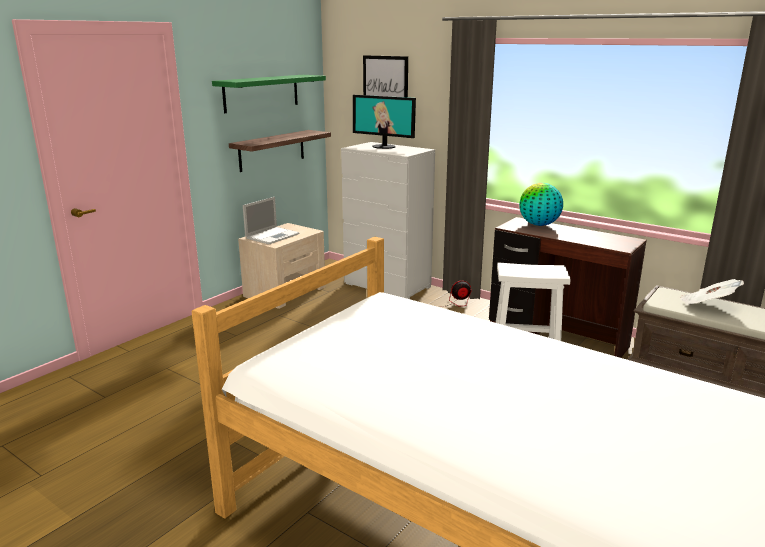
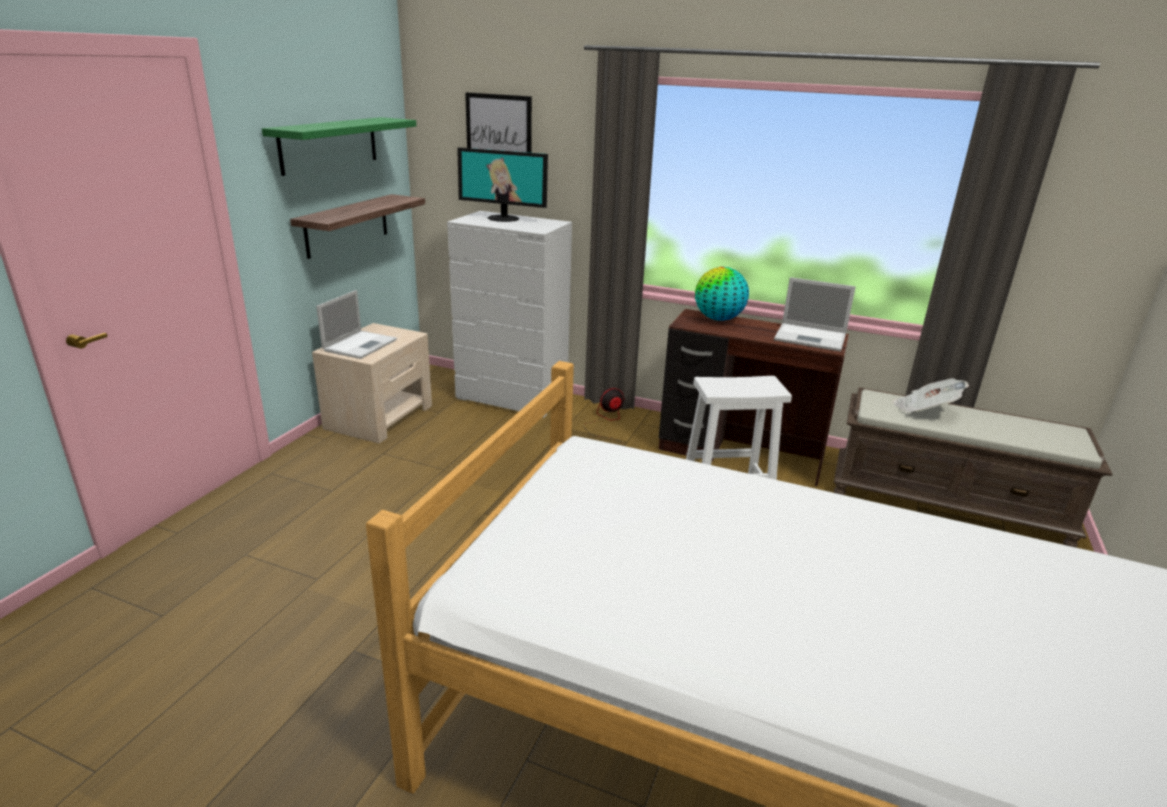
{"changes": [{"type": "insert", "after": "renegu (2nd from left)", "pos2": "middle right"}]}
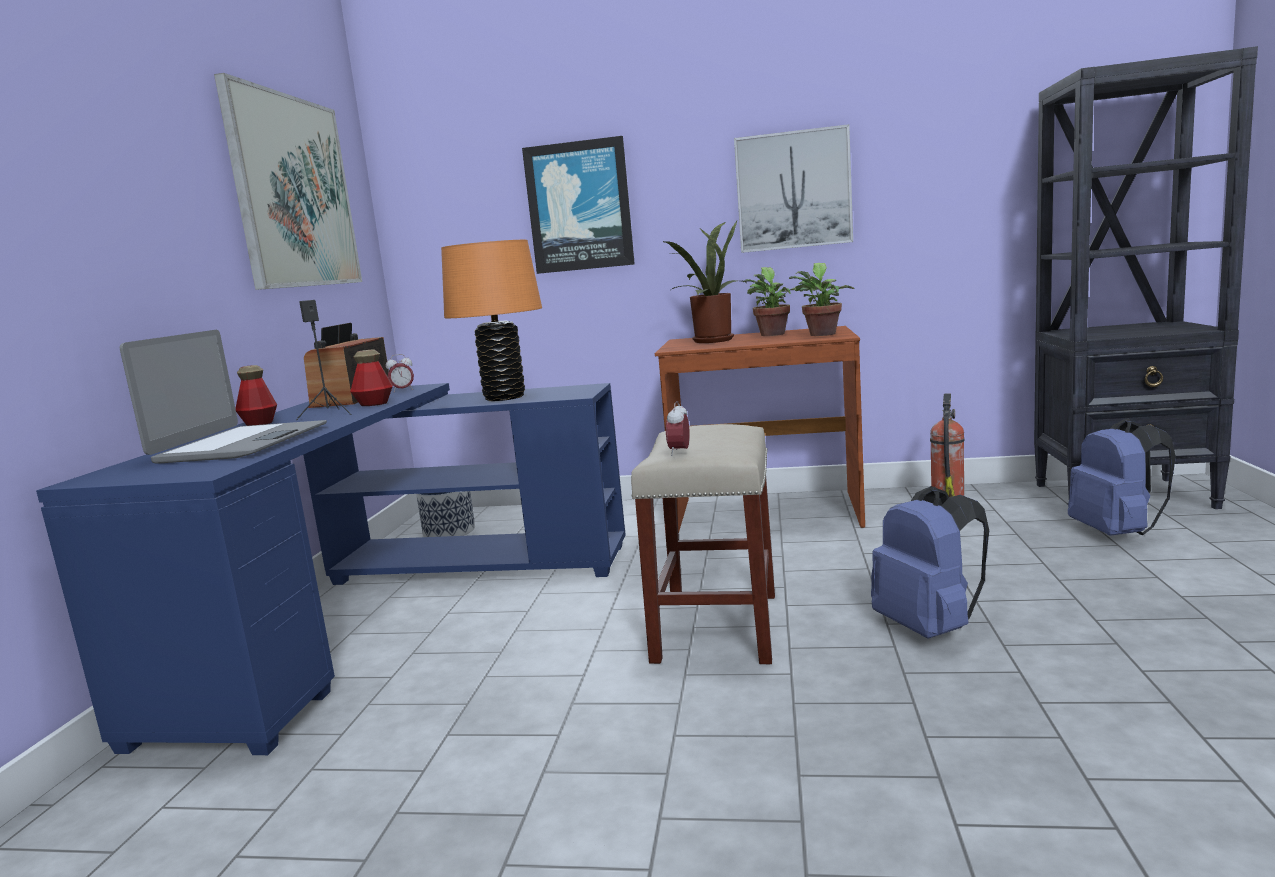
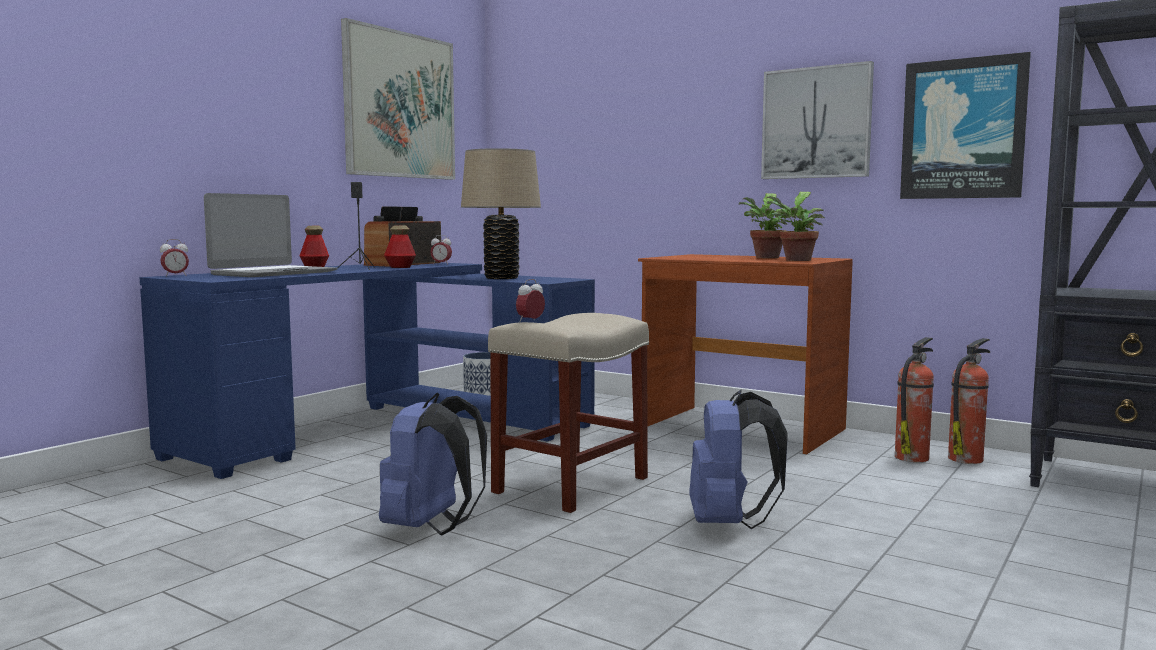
{"changes": [{"type": "delete", "before": "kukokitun (1st from left)", "pos1": "top centre"}, {"type": "insert", "after": "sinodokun (1st from left)", "pos2": "middle left"}, {"type": "insert", "after": "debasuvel (2nd from left)", "pos2": "middle right"}, {"type": "move", "before": "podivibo (2nd from left in the first image)", "after": "podivibo (3rd from left)", "pos1": "top centre", "pos2": "top right"}, {"type": "move", "before": "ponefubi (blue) (2nd from left in the first image)", "after": "ponefubi (blue) (1st from left)", "pos1": "middle right", "pos2": "bottom centre"}, {"type": "recolor", "before": "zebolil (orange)", "after": "zebolil (beige)", "pos1": "centre", "pos2": "top centre"}]}
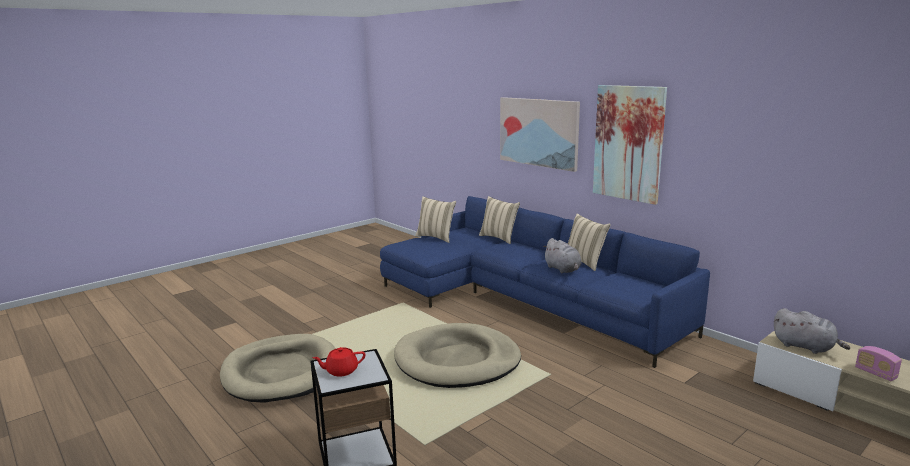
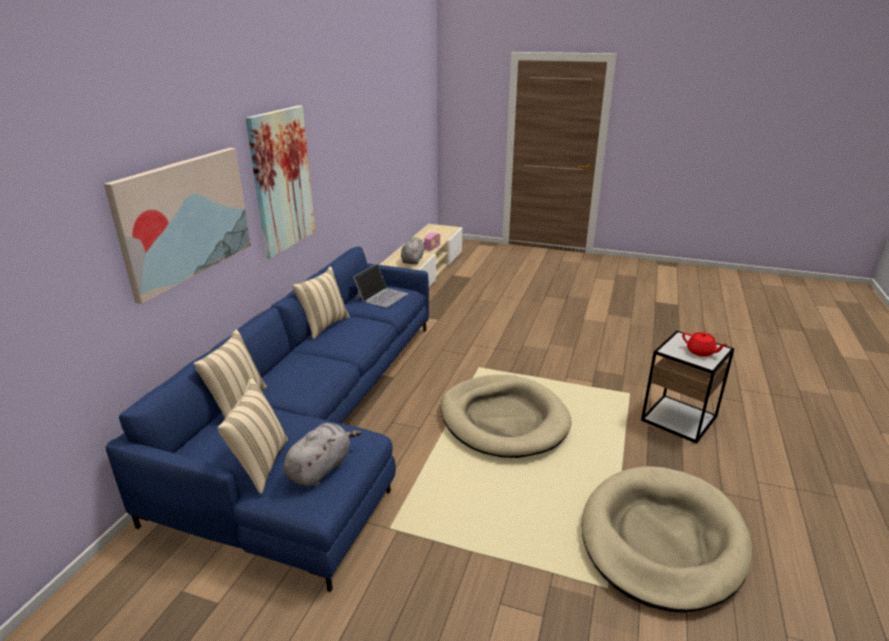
{"changes": [{"type": "insert", "after": "renegu", "pos2": "centre"}, {"type": "move", "before": "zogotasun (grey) (1st from left)", "pos1": "centre", "pos2": "bottom centre"}]}
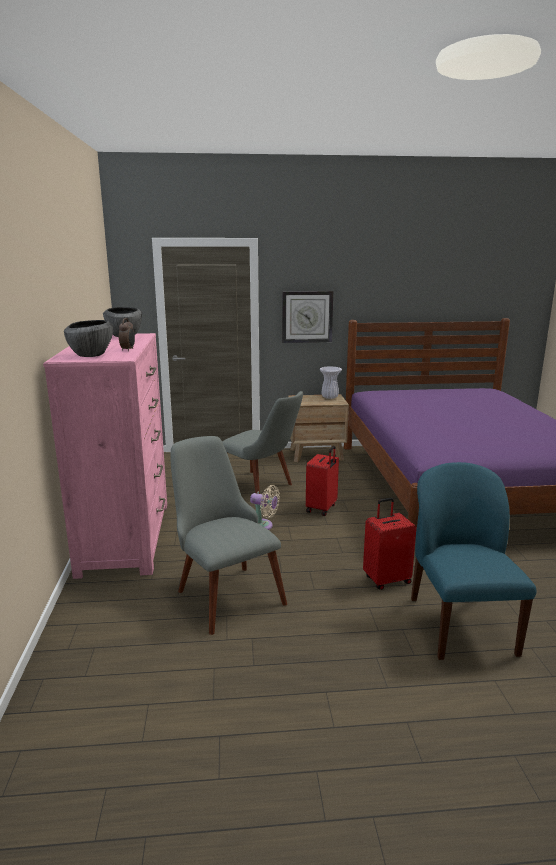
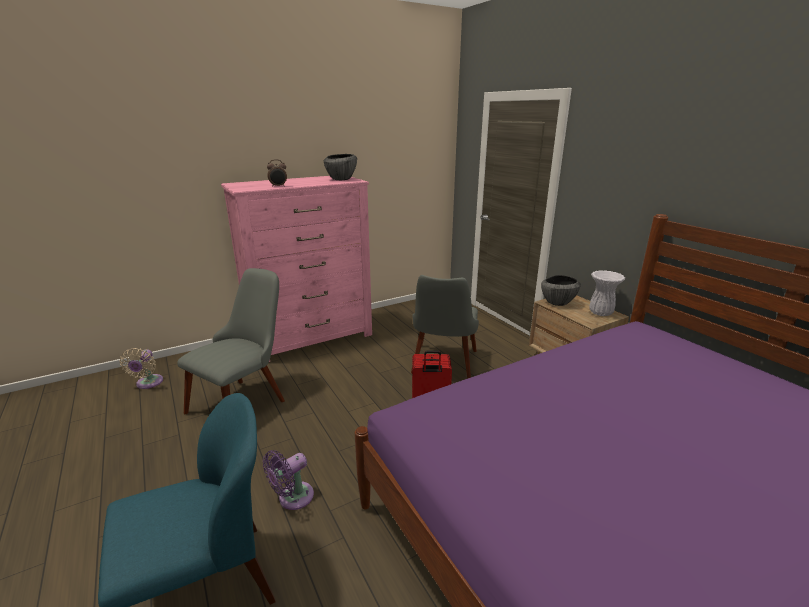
{"changes": [{"type": "delete", "before": "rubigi", "pos1": "centre"}, {"type": "move", "before": "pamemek (1st from left in the first image)", "after": "pamemek (2nd from left)", "pos1": "middle left", "pos2": "middle right"}, {"type": "move", "before": "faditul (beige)", "pos1": "centre", "pos2": "middle left"}, {"type": "replace", "before": "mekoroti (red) (2nd from left)", "after": "faditul (purple)", "pos1": "middle right", "pos2": "bottom centre"}]}
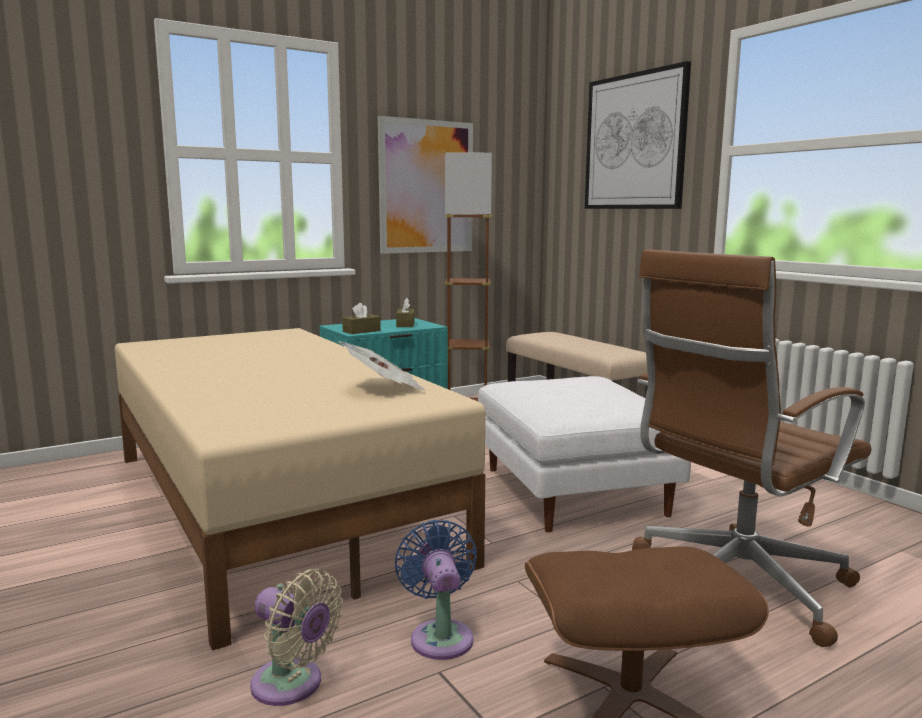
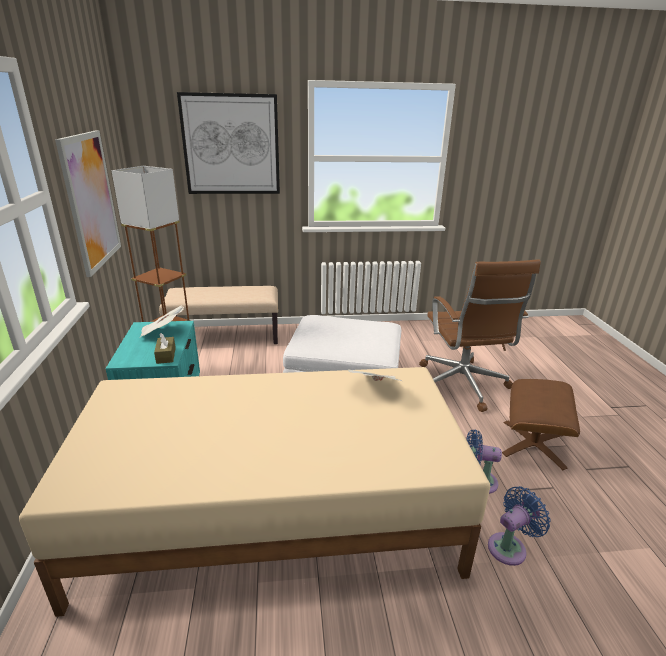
{"changes": [{"type": "replace", "before": "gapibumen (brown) (2nd from left)", "after": "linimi (1st from left)", "pos1": "centre", "pos2": "middle left"}, {"type": "recolor", "before": "faditul (beige)", "after": "faditul (blue) (2nd from left)", "pos1": "bottom left", "pos2": "bottom right"}]}
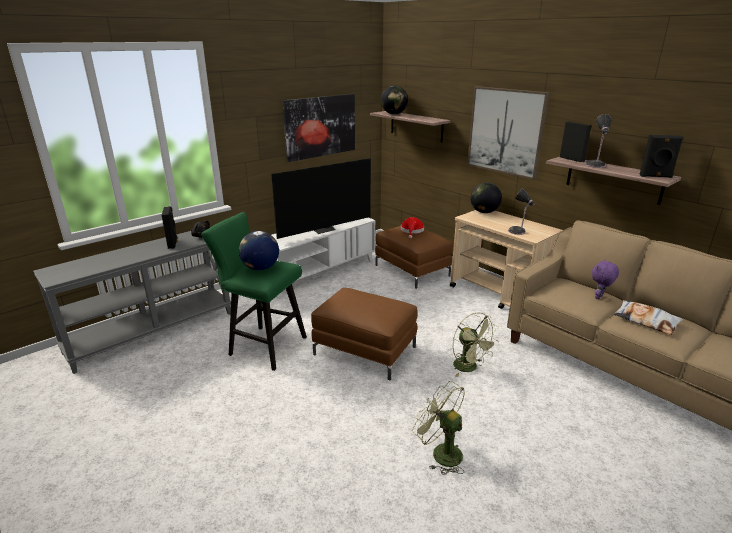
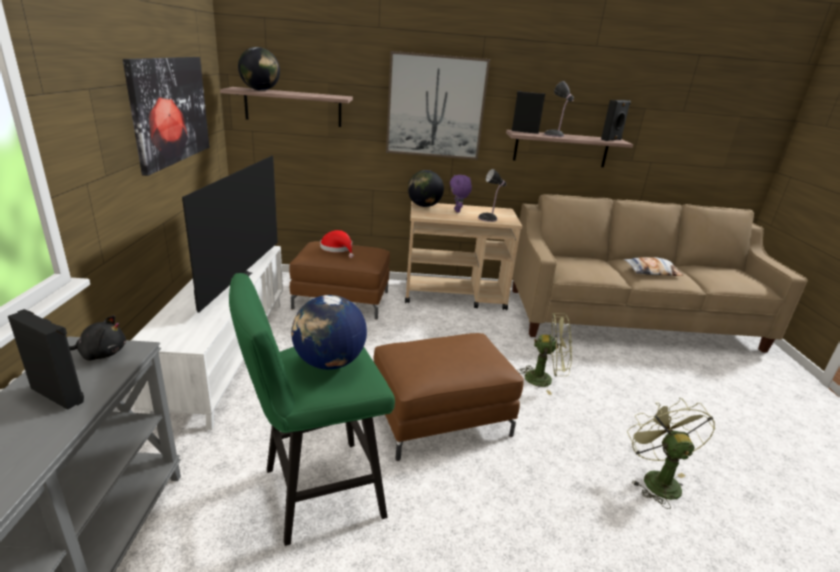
{"changes": [{"type": "move", "before": "zogotasun (purple)", "pos1": "middle right", "pos2": "centre"}, {"type": "rotate", "before": "faditul (green) (1st from left in the first image)", "pos1": "bottom centre", "pos2": "bottom right", "turn": 90}]}
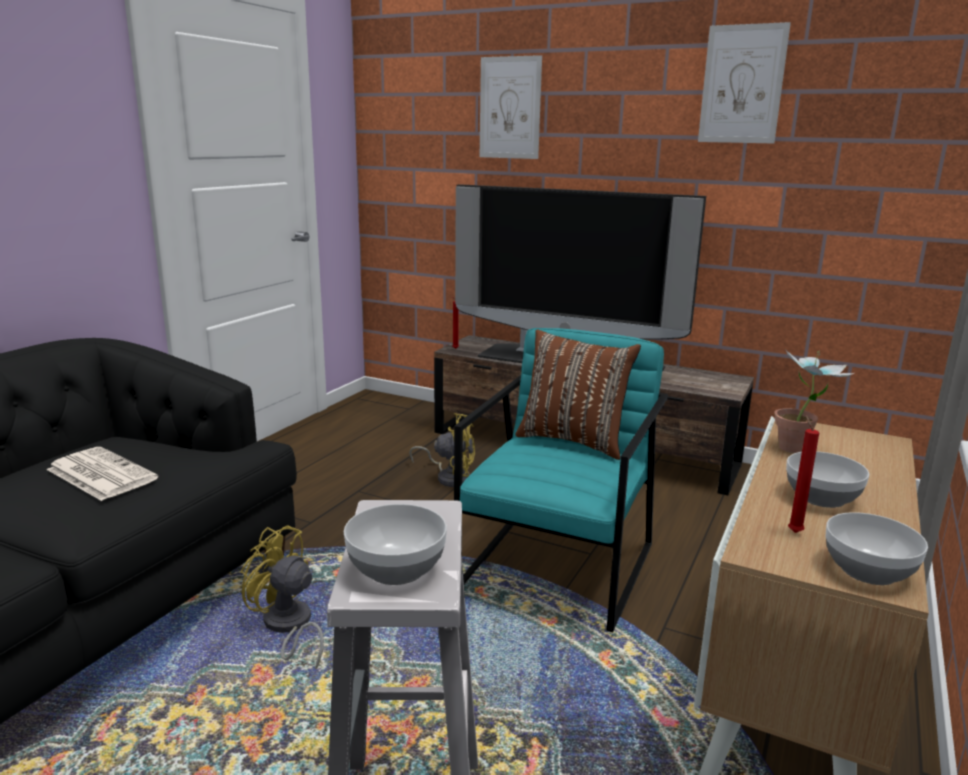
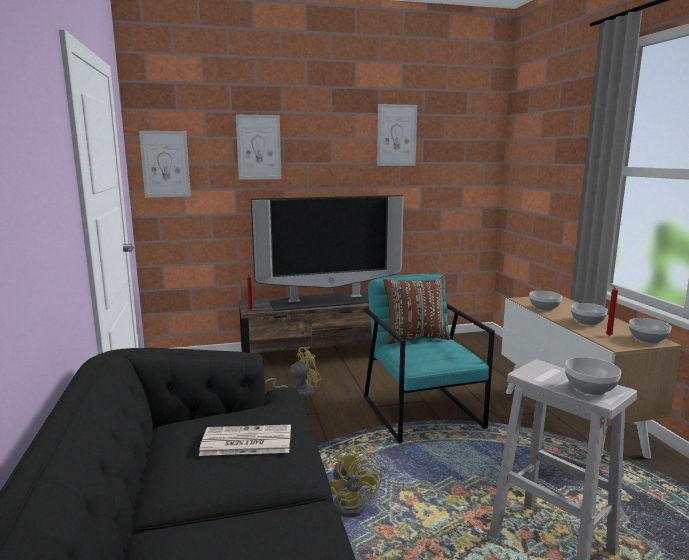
{"changes": [{"type": "insert", "after": "podivibo (1st from left)", "pos2": "top left"}, {"type": "replace", "before": "kukokitun", "after": "pamemek (1st from left)", "pos1": "middle right", "pos2": "middle right"}, {"type": "rotate", "before": "faditul (yellow) (1st from left in the first image)", "pos1": "bottom left", "pos2": "bottom centre", "turn": -90}]}
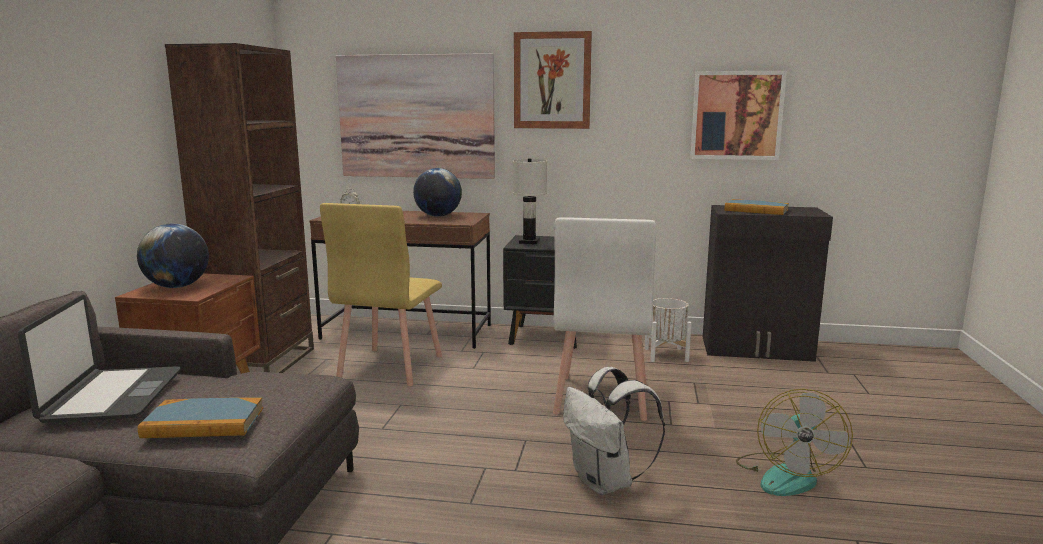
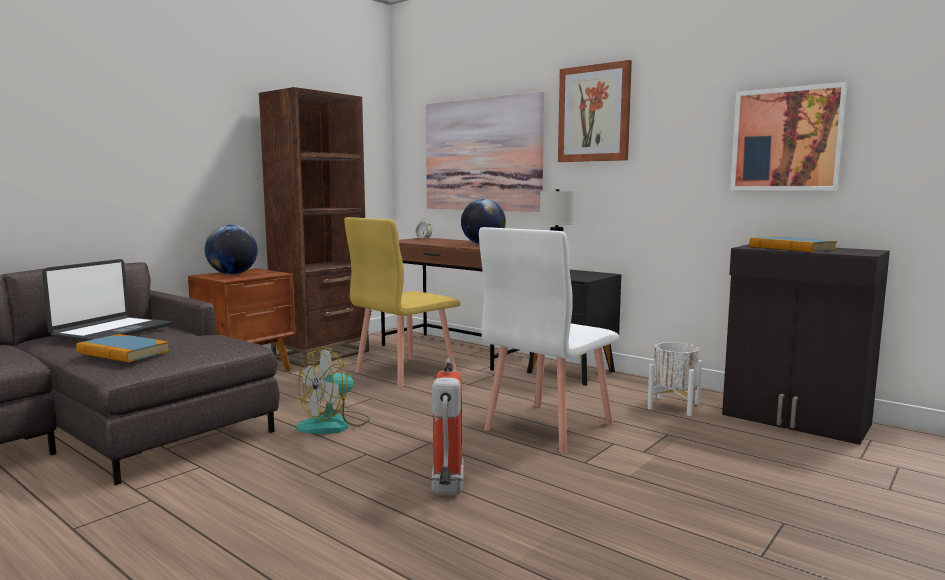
{"changes": [{"type": "move", "before": "faditul", "pos1": "bottom right", "pos2": "bottom centre"}, {"type": "replace", "before": "ponefubi (white)", "after": "debasuvel", "pos1": "bottom centre", "pos2": "bottom centre"}]}
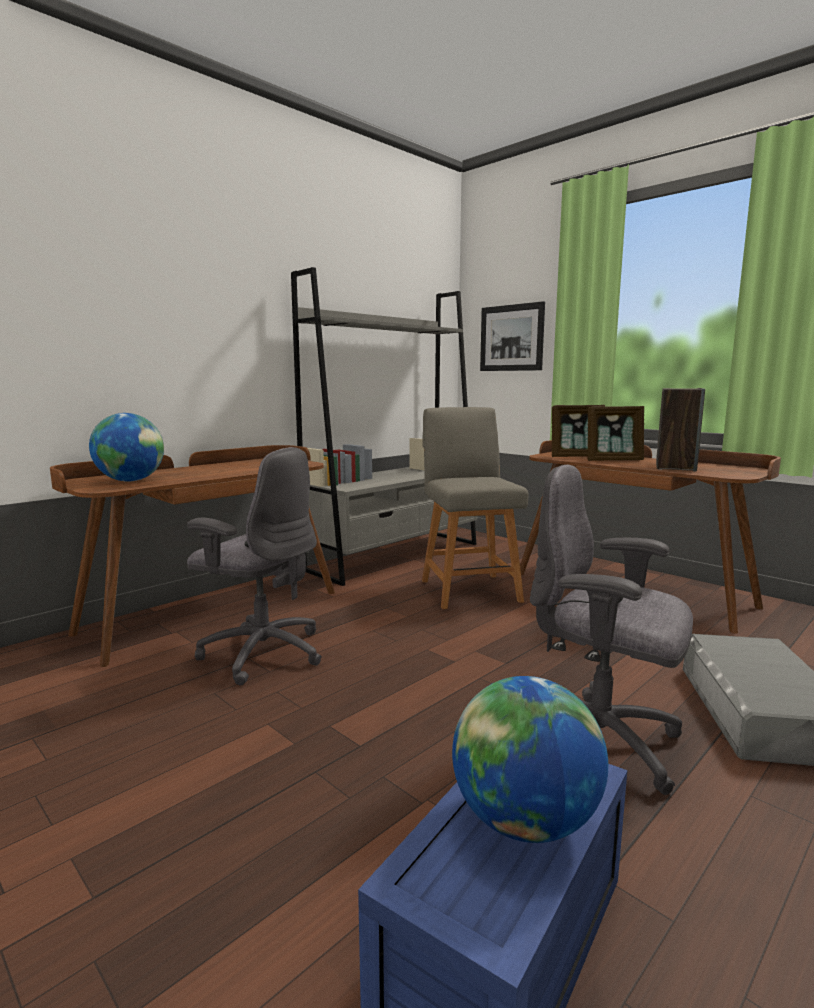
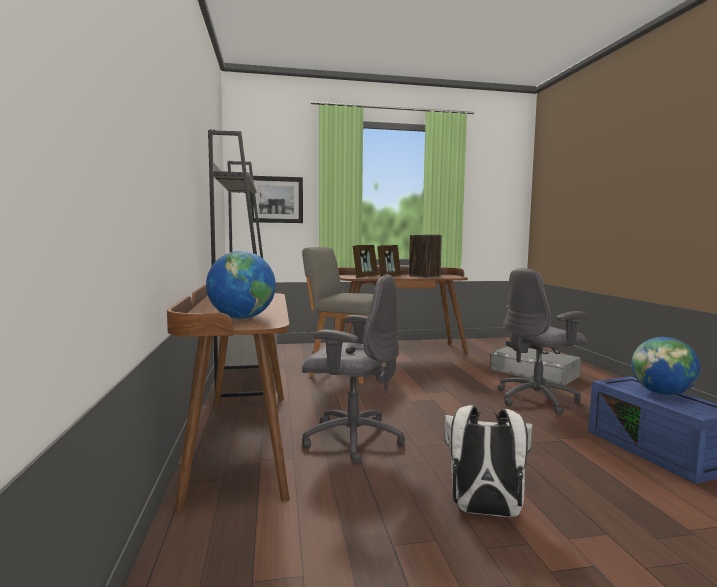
{"changes": [{"type": "insert", "after": "ponefubi (white)", "pos2": "bottom right"}, {"type": "rotate", "before": "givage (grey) (1st from left)", "pos1": "middle left", "pos2": "centre", "turn": 45}]}
